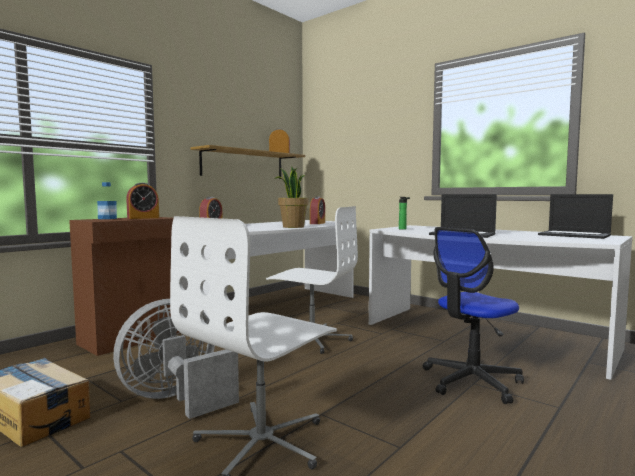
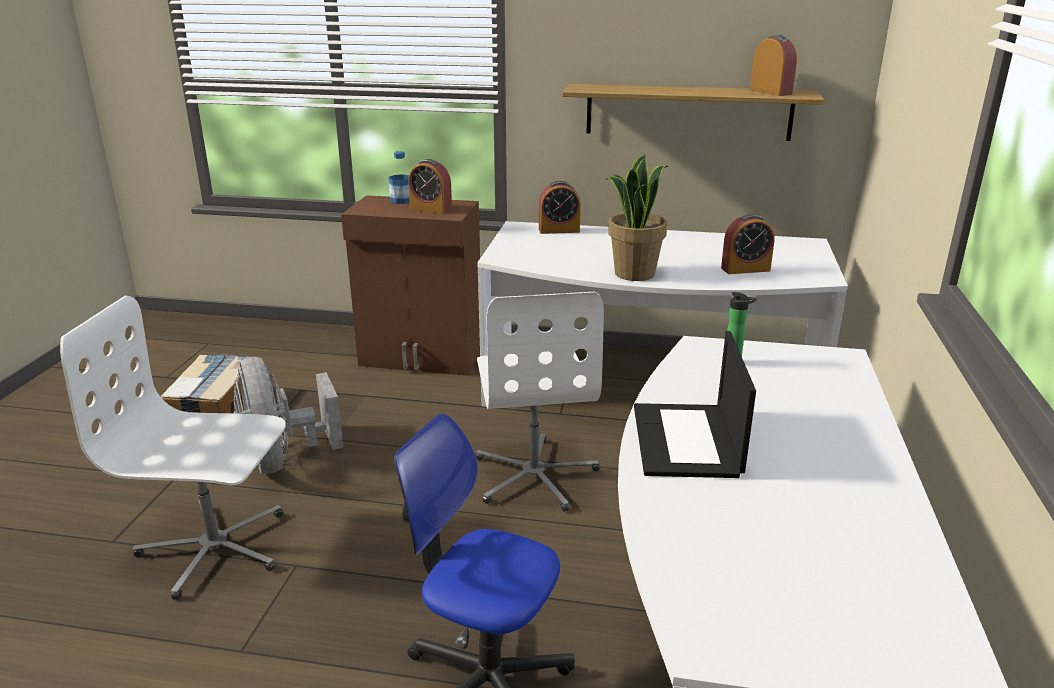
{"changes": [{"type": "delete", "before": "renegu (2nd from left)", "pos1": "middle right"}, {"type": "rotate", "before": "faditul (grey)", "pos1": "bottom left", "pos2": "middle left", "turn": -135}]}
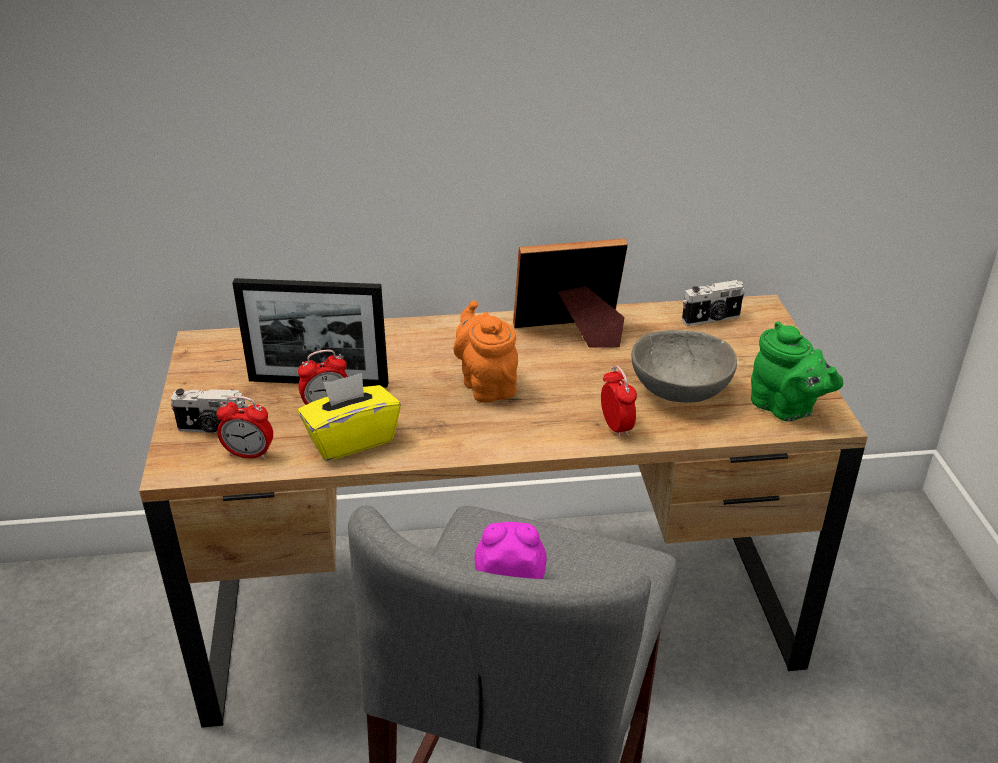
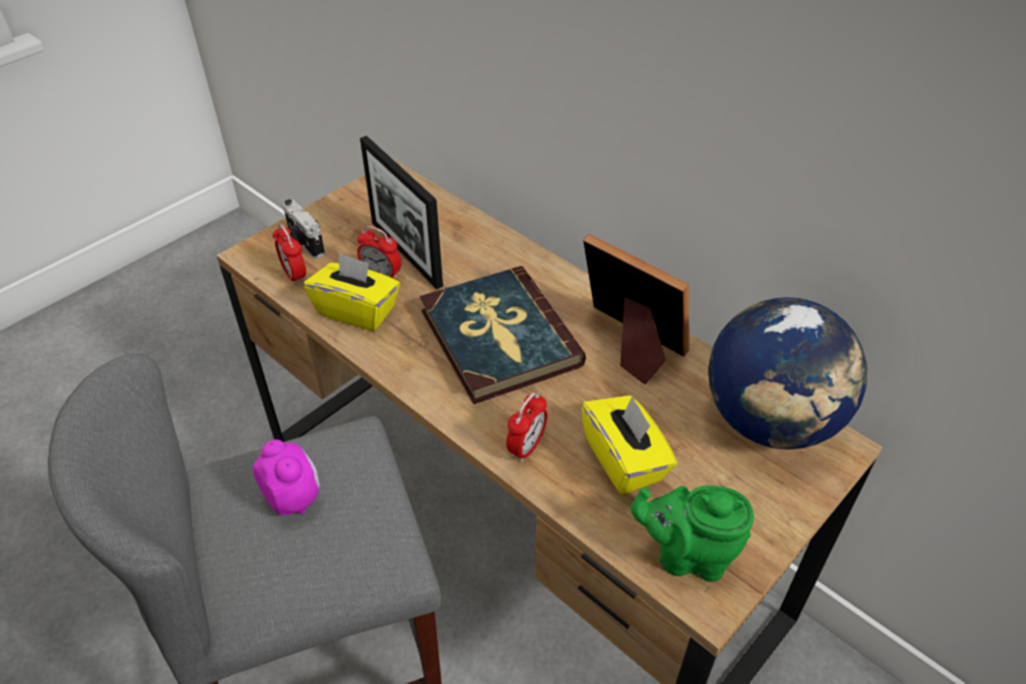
{"changes": [{"type": "replace", "before": "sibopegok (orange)", "after": "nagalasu", "pos1": "centre", "pos2": "centre"}, {"type": "replace", "before": "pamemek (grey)", "after": "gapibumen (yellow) (2nd from left)", "pos1": "middle right", "pos2": "centre"}, {"type": "replace", "before": "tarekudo (2nd from left)", "after": "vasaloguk", "pos1": "middle right", "pos2": "middle right"}, {"type": "rotate", "before": "sibopegok (green)", "pos1": "middle right", "pos2": "bottom right", "turn": 90}]}
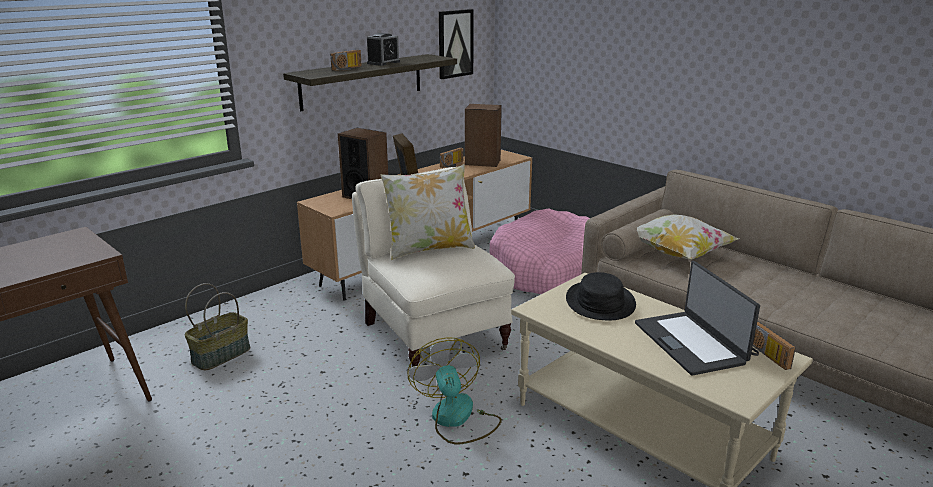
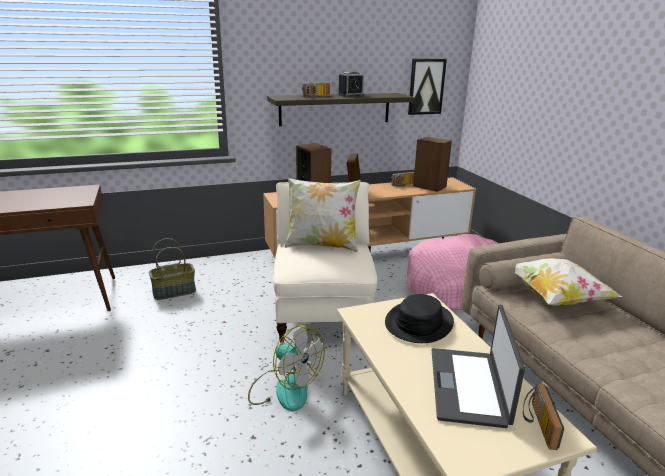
{"changes": [{"type": "rotate", "before": "faditul", "pos1": "bottom centre", "pos2": "bottom centre", "turn": 120}]}
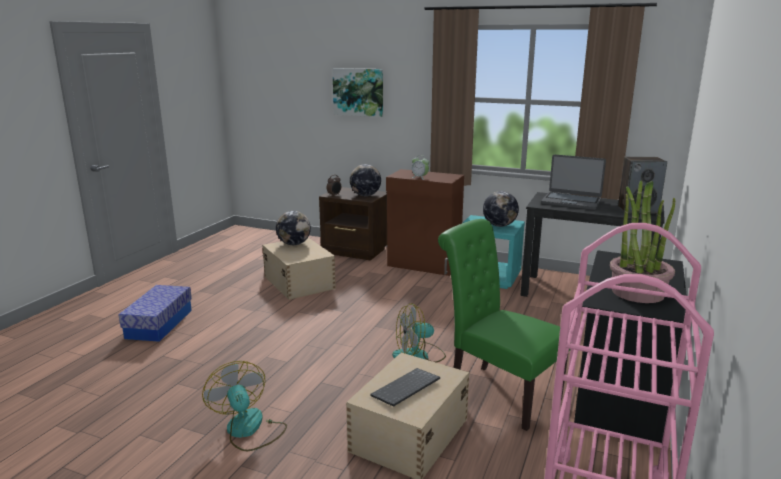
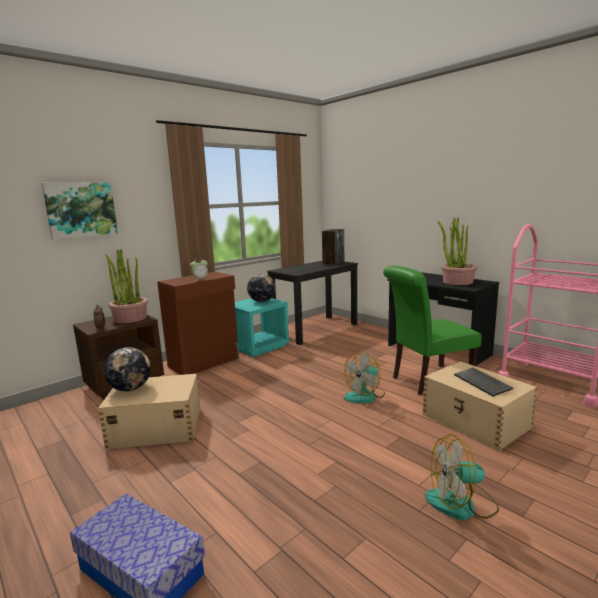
{"changes": [{"type": "delete", "before": "renegu", "pos1": "middle right"}, {"type": "replace", "before": "vasaloguk (2nd from left)", "after": "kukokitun (1st from left)", "pos1": "centre", "pos2": "middle left"}, {"type": "rotate", "before": "faditul (2nd from left in the first image)", "pos1": "bottom centre", "pos2": "centre", "turn": 45}]}
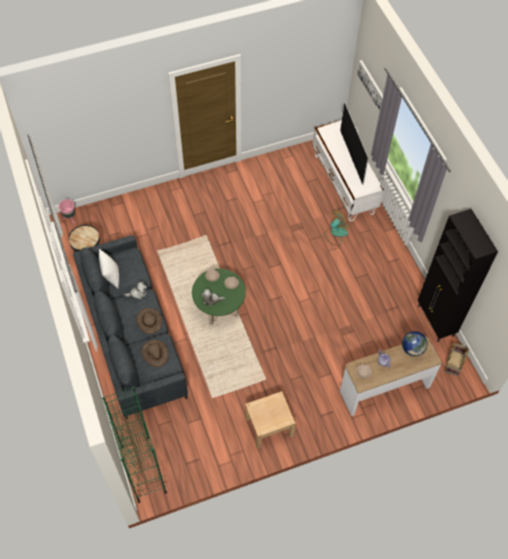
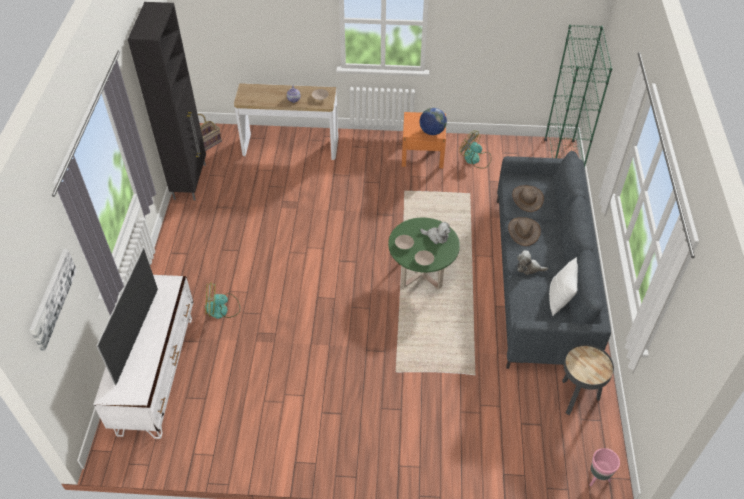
{"changes": [{"type": "insert", "after": "faditul (2nd from left)", "pos2": "top centre"}, {"type": "move", "before": "vasaloguk", "pos1": "middle right", "pos2": "top centre"}, {"type": "recolor", "before": "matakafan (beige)", "after": "matakafan (orange)", "pos1": "bottom centre", "pos2": "top centre"}]}
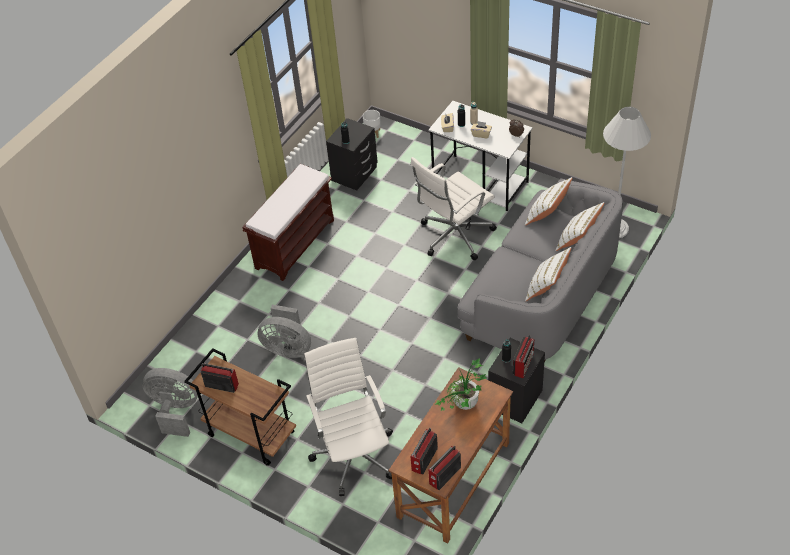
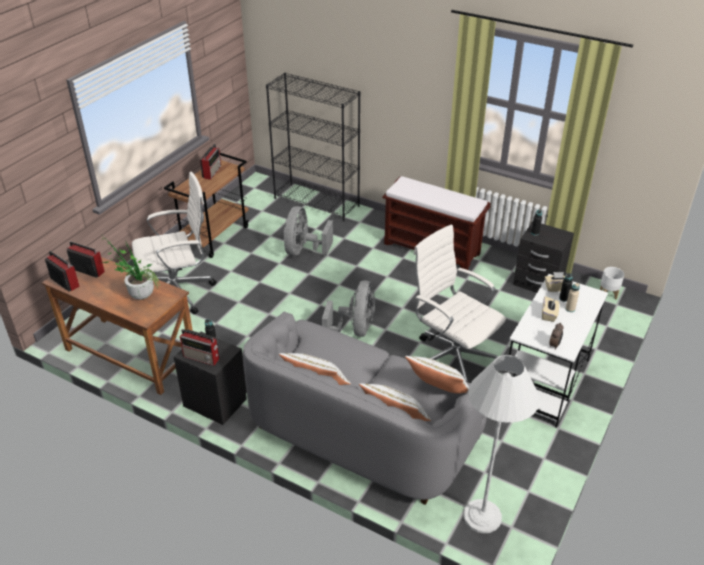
{"changes": [{"type": "insert", "after": "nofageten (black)", "pos2": "top centre"}, {"type": "move", "before": "faditul (grey) (1st from left in the first image)", "after": "faditul (grey) (2nd from left)", "pos1": "bottom left", "pos2": "centre"}]}
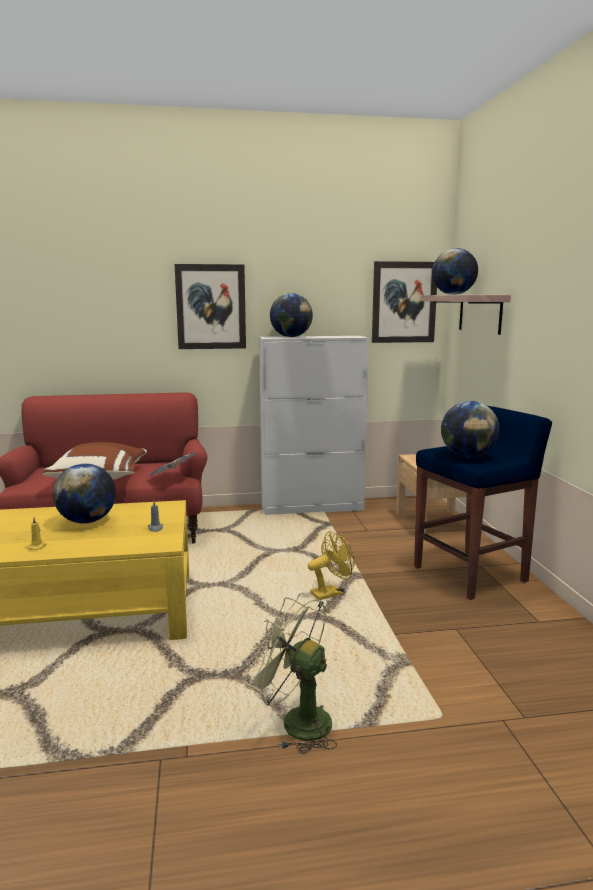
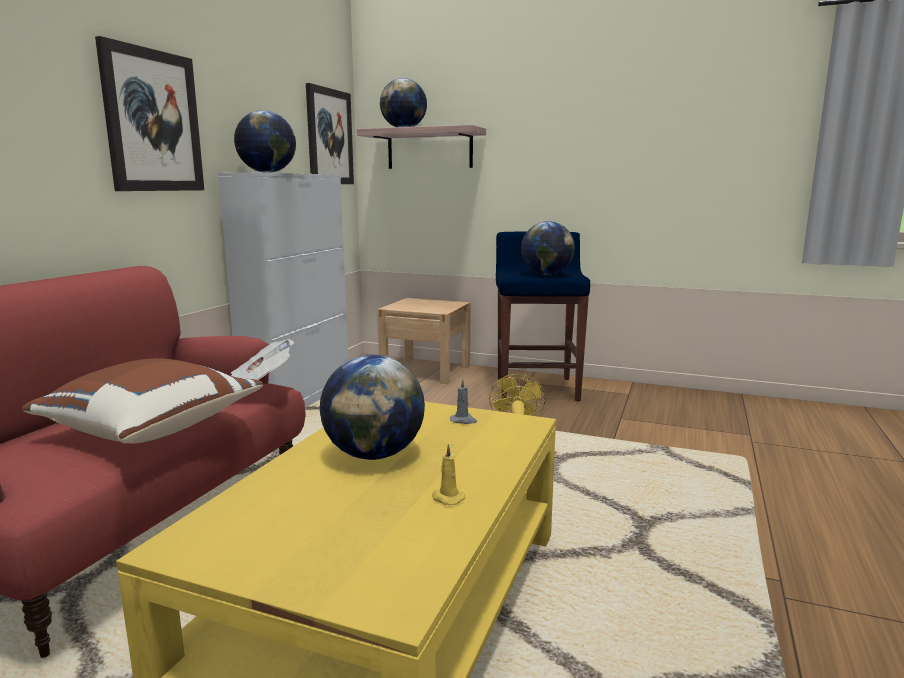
{"changes": [{"type": "delete", "before": "faditul (green)", "pos1": "bottom centre"}]}
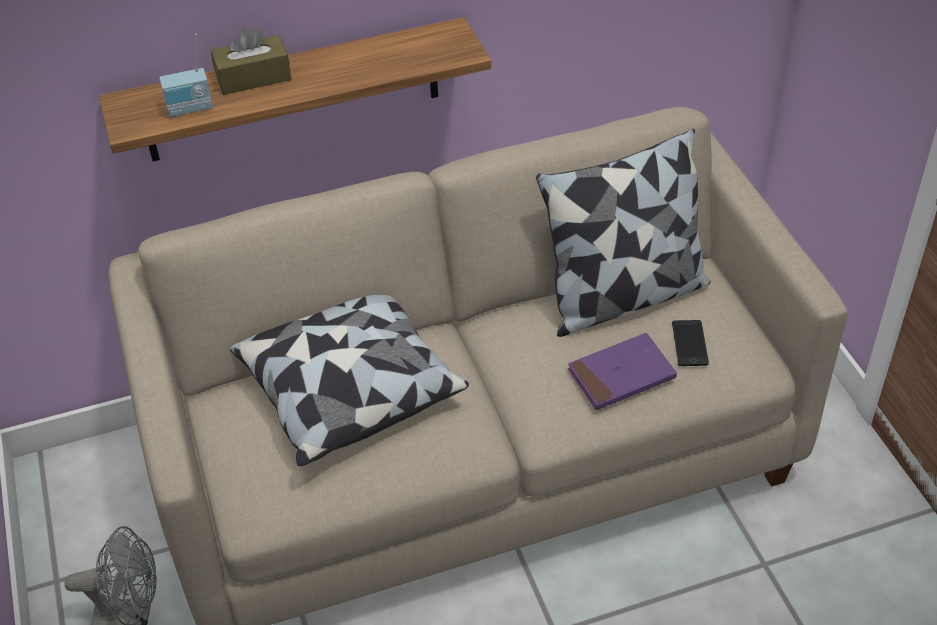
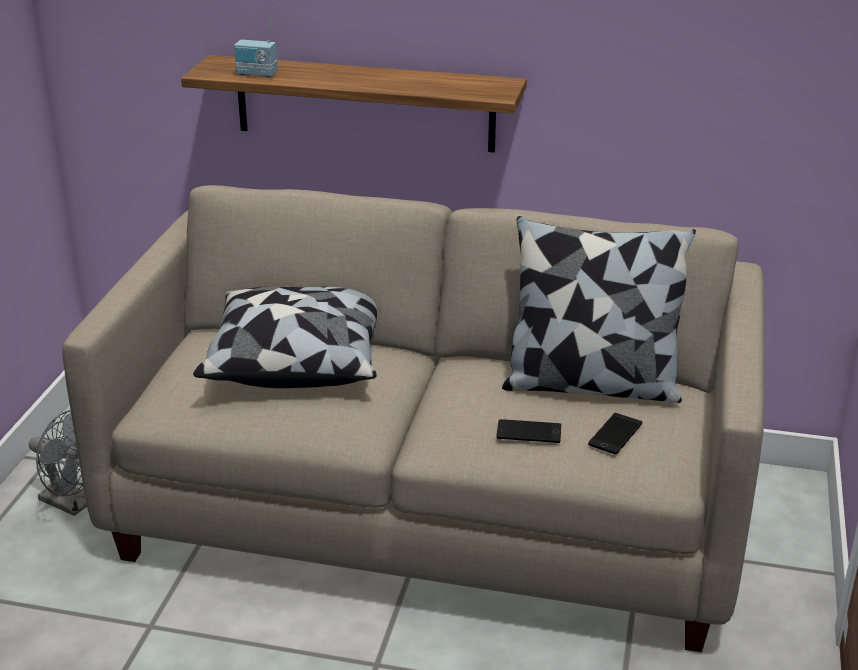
{"changes": [{"type": "delete", "before": "gapibumen (brown)", "pos1": "top left"}, {"type": "replace", "before": "nagalasu (purple)", "after": "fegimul (1st from left)", "pos1": "centre", "pos2": "centre"}]}
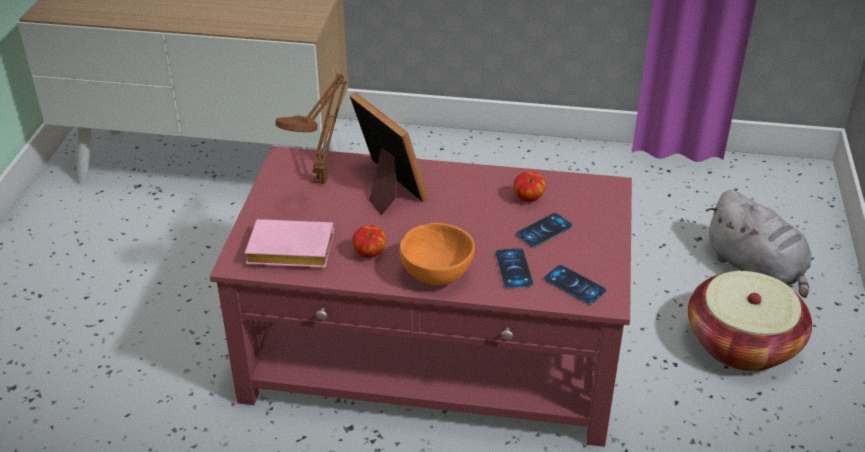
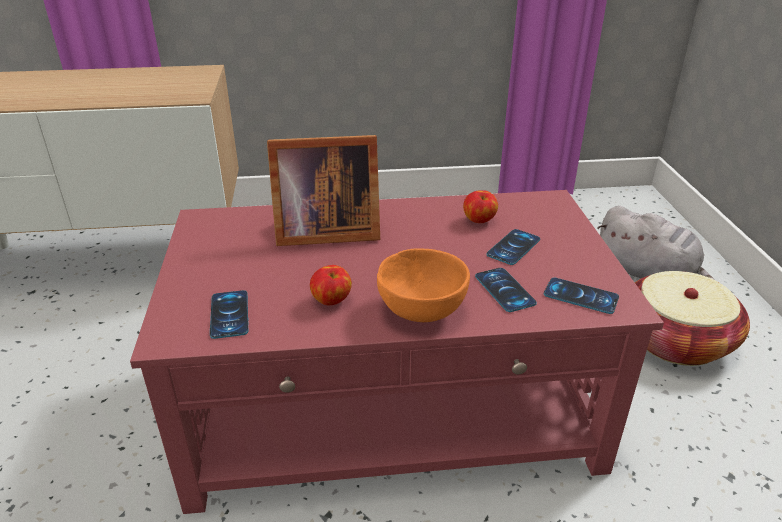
{"changes": [{"type": "delete", "before": "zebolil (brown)", "pos1": "top centre"}, {"type": "replace", "before": "nagalasu (pink)", "after": "fegimul (1st from left)", "pos1": "centre", "pos2": "middle left"}, {"type": "rotate", "before": "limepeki", "pos1": "centre", "pos2": "centre", "turn": 135}]}
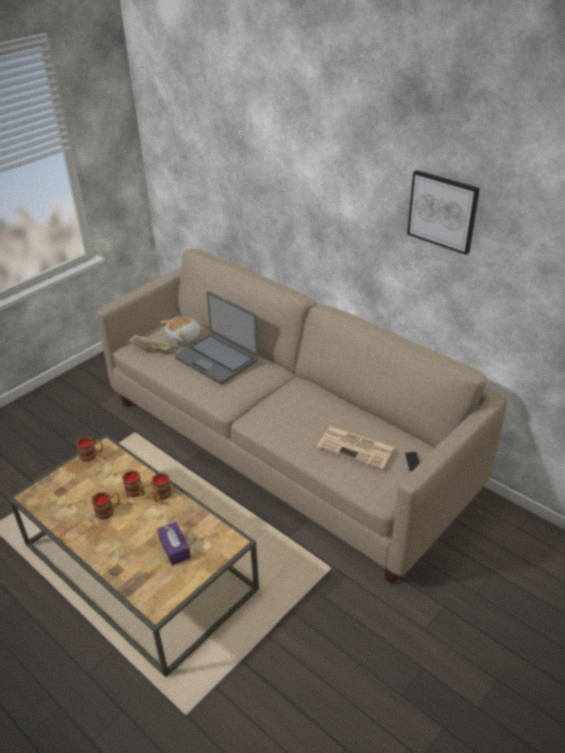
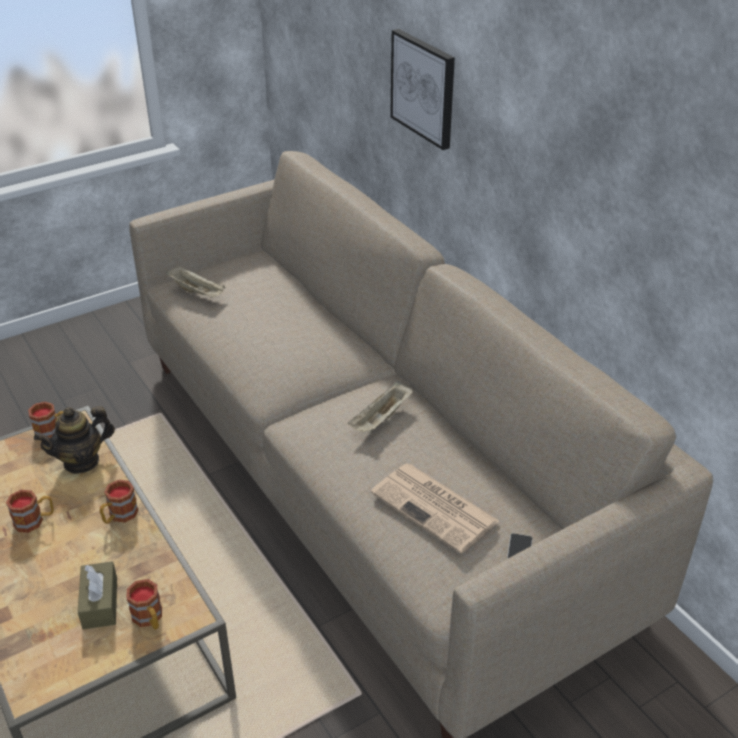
{"changes": [{"type": "delete", "before": "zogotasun", "pos1": "middle left"}, {"type": "delete", "before": "renegu", "pos1": "centre"}, {"type": "insert", "after": "sibopegok", "pos2": "middle left"}, {"type": "insert", "after": "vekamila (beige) (2nd from left)", "pos2": "centre"}, {"type": "move", "before": "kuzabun (3rd from left in the first image)", "after": "kuzabun (4th from left)", "pos1": "middle left", "pos2": "bottom left"}, {"type": "move", "before": "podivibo", "pos1": "top right", "pos2": "top centre"}, {"type": "recolor", "before": "gapibumen (purple)", "after": "gapibumen (brown)", "pos1": "bottom left", "pos2": "bottom left"}]}
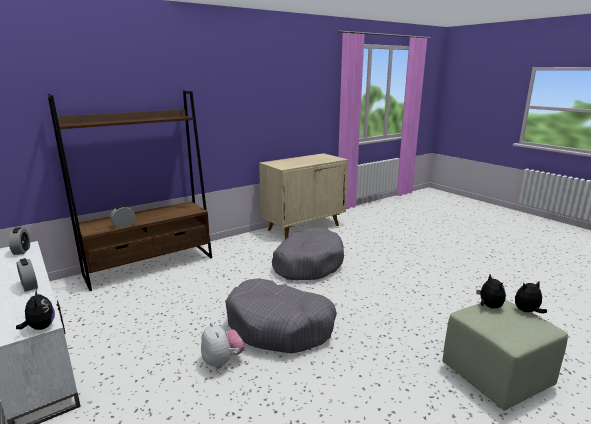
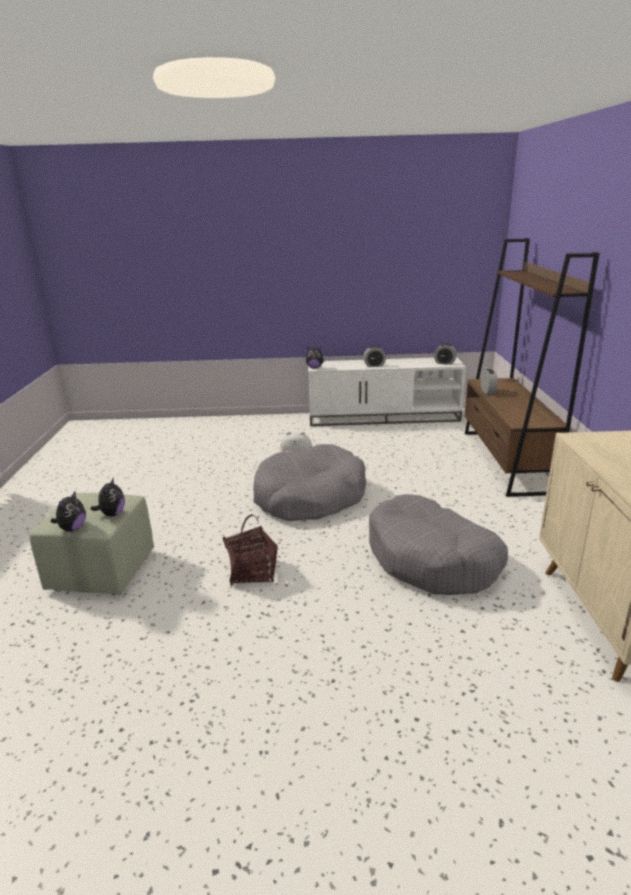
{"changes": [{"type": "insert", "after": "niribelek", "pos2": "centre"}, {"type": "rotate", "before": "zogotasun (3rd from left in the first image)", "pos1": "bottom right", "pos2": "middle left", "turn": -105}]}
